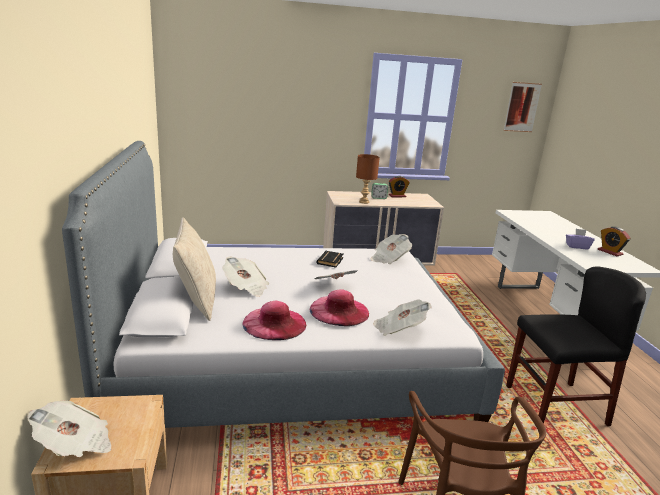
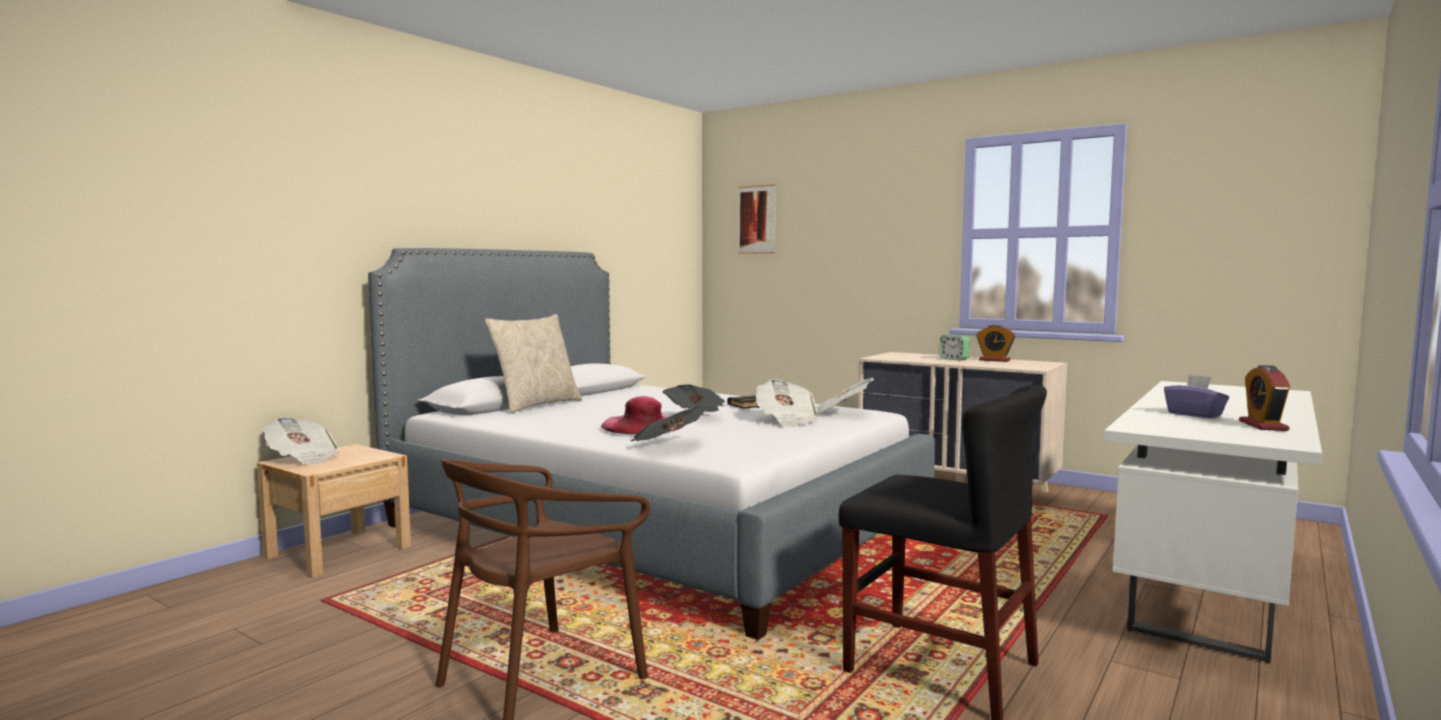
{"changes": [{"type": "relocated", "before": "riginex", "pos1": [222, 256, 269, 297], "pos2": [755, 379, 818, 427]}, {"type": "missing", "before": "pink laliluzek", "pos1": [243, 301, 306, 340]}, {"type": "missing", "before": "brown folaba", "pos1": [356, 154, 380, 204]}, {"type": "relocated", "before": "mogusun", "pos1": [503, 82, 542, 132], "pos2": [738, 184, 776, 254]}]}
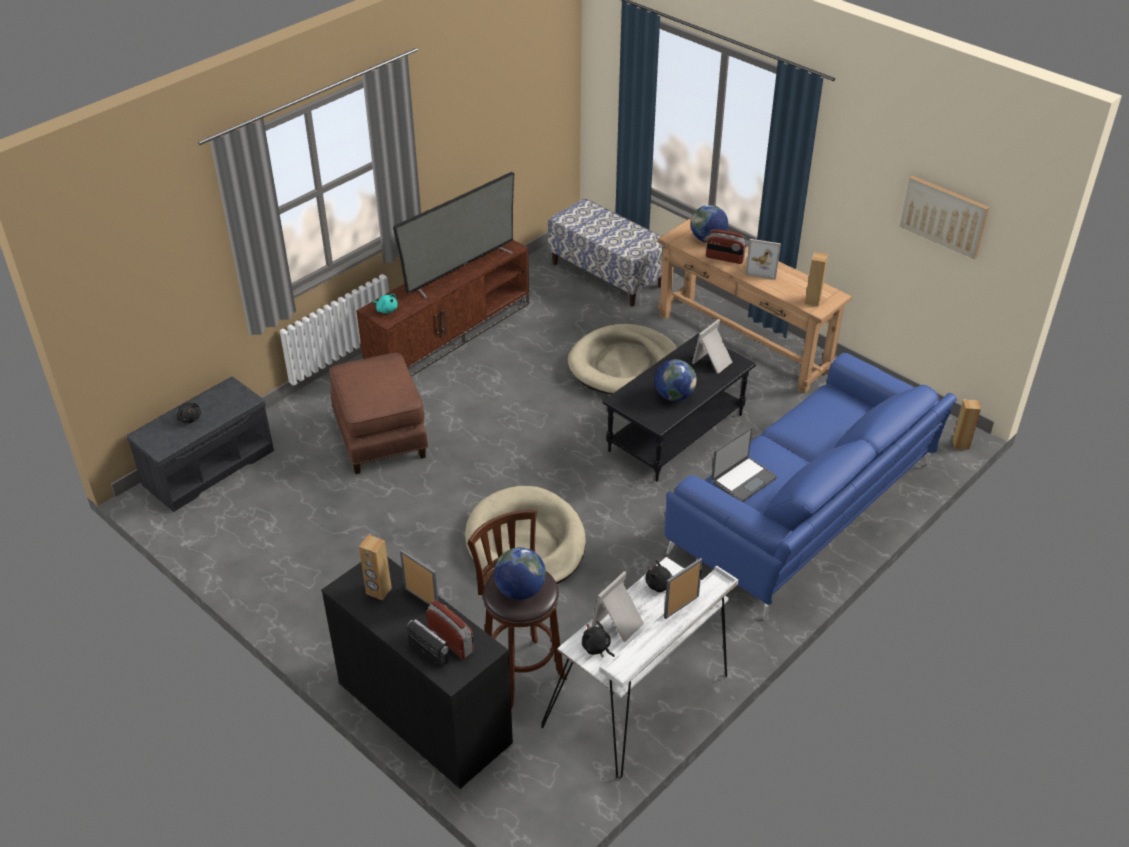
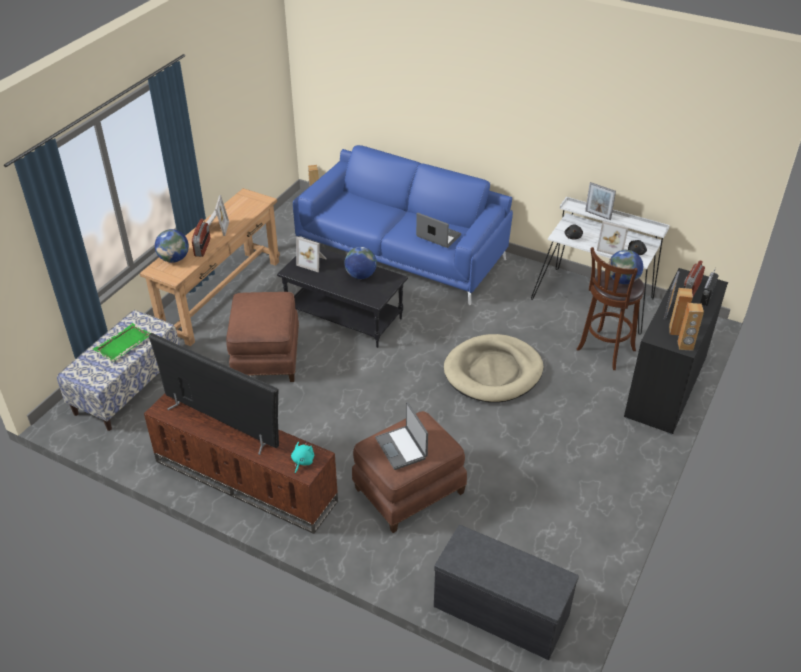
{"changes": [{"type": "missing", "before": "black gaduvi", "pos1": [176, 403, 201, 423]}, {"type": "exchanged", "before": "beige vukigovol", "after": "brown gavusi", "pos1": [568, 324, 677, 395], "pos2": [226, 292, 299, 382]}, {"type": "relocated", "before": "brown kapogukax", "pos1": [805, 252, 828, 306], "pos2": [678, 303, 704, 351]}, {"type": "missing", "before": "mogusun", "pos1": [900, 176, 989, 259]}, {"type": "appeared", "after": "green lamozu", "pos2": [93, 323, 151, 362]}, {"type": "appeared", "after": "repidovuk", "pos2": [375, 402, 428, 470]}]}
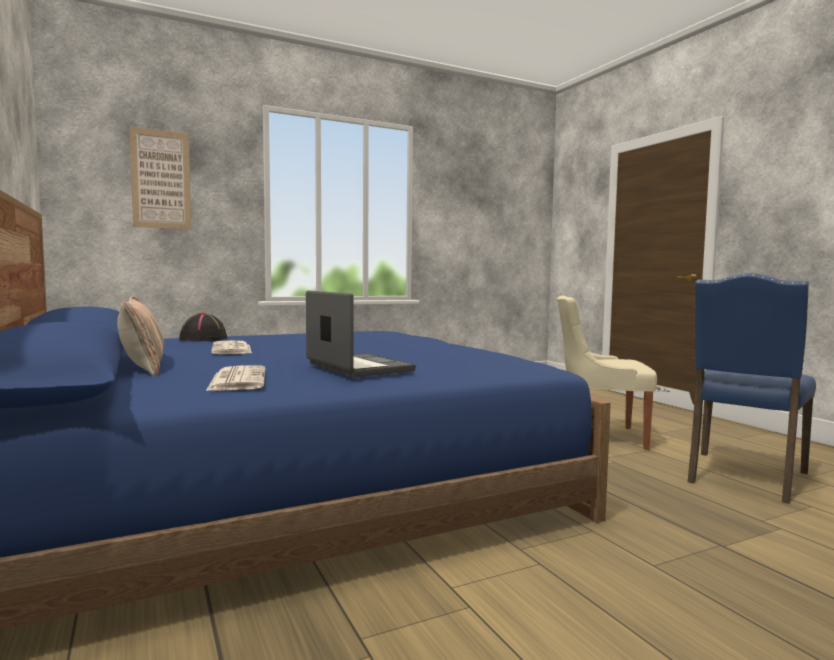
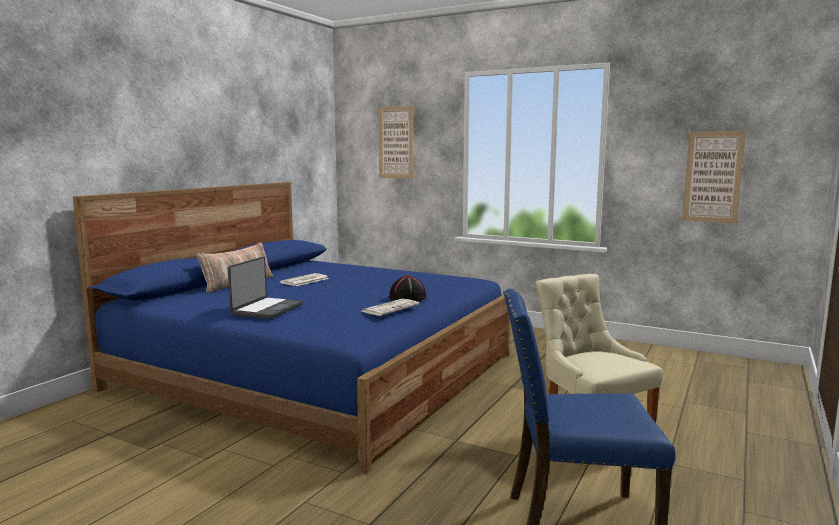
{"changes": [{"type": "relocated", "before": "black laliluzek", "pos1": [179, 313, 227, 341], "pos2": [389, 275, 426, 301]}, {"type": "relocated", "before": "riginex", "pos1": [206, 365, 265, 391], "pos2": [360, 299, 419, 316]}, {"type": "appeared", "after": "mogusun", "pos2": [682, 131, 746, 224]}]}
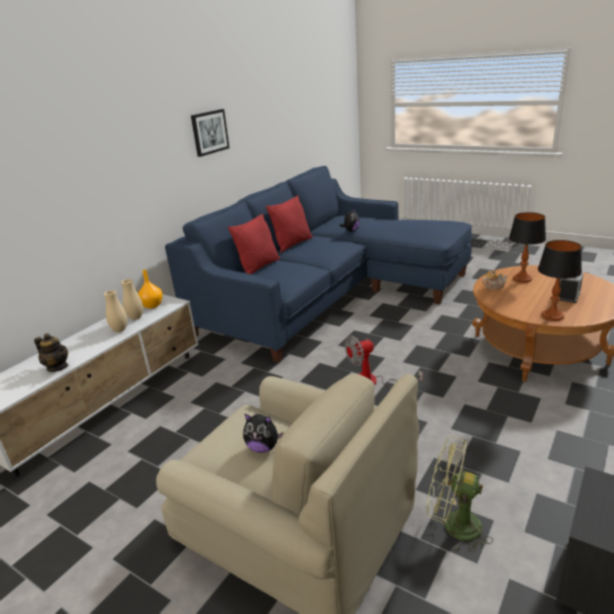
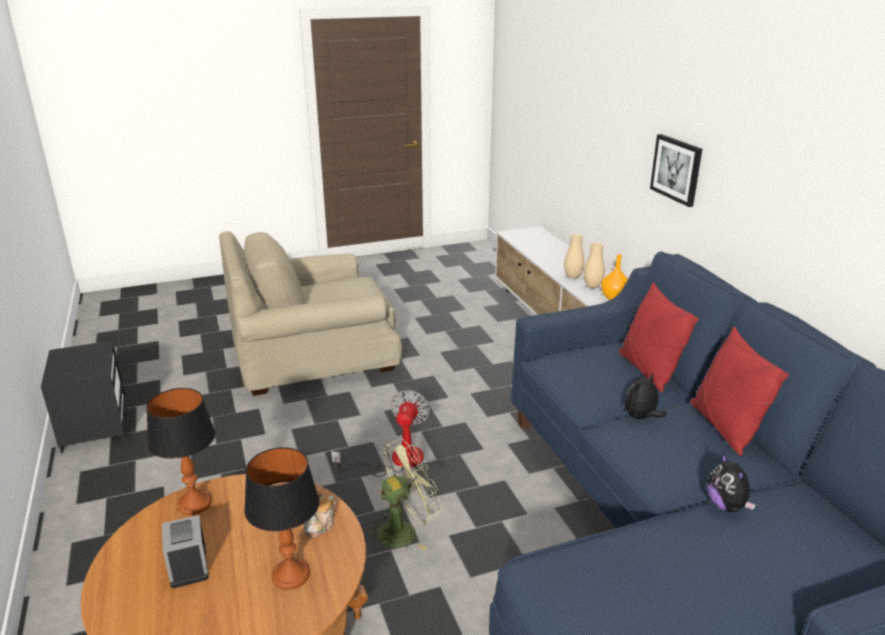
{"changes": [{"type": "missing", "before": "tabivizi", "pos1": [34, 333, 68, 372]}, {"type": "relocated", "before": "mogusun", "pos1": [191, 109, 230, 157], "pos2": [650, 134, 702, 207]}, {"type": "relocated", "before": "gaduvi", "pos1": [243, 413, 283, 453], "pos2": [624, 372, 667, 419]}, {"type": "relocated", "before": "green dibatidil", "pos1": [427, 436, 493, 553], "pos2": [365, 439, 442, 551]}]}
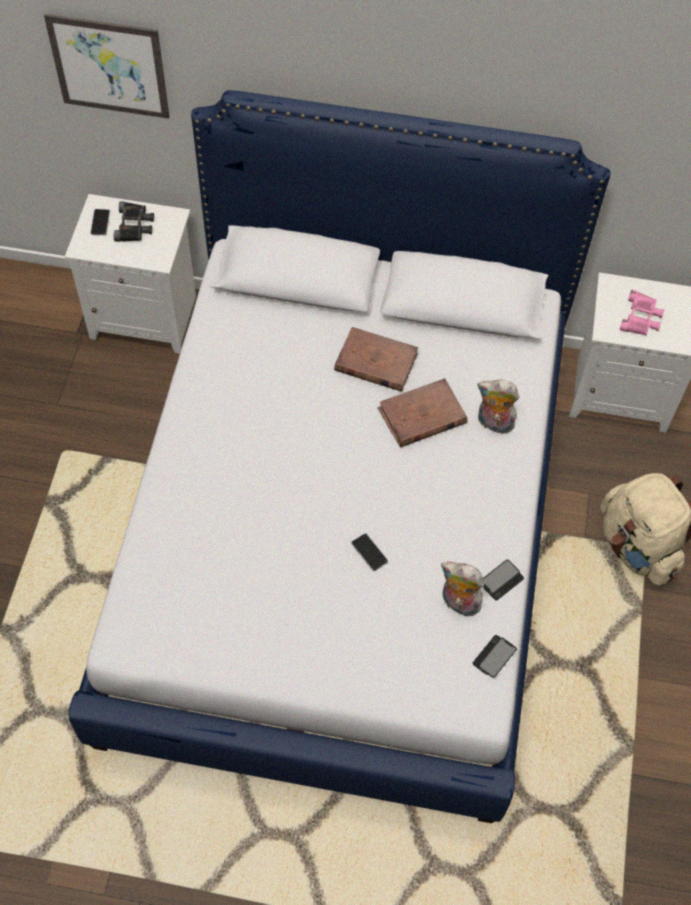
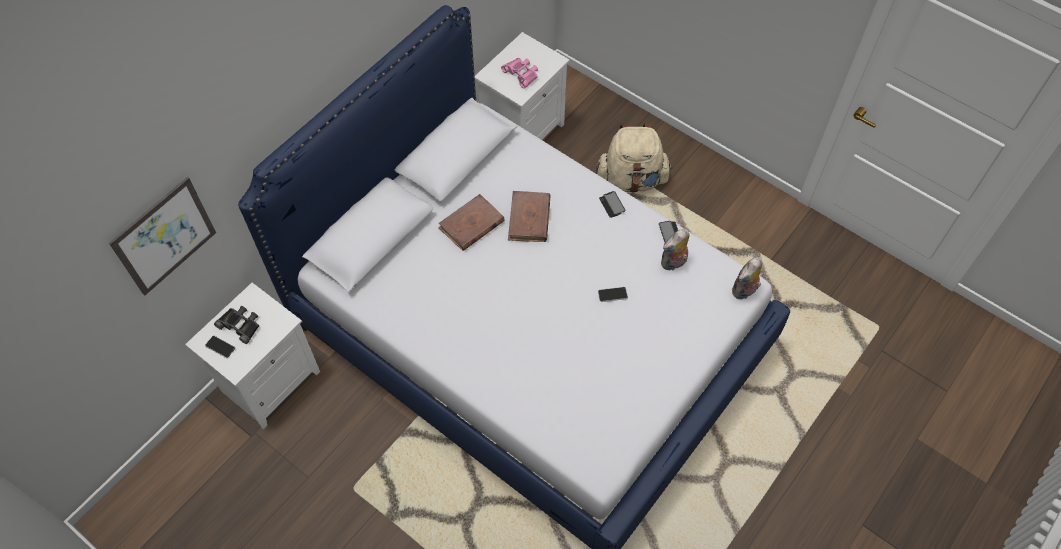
{"changes": [{"type": "relocated", "before": "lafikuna", "pos1": [473, 635, 517, 678], "pos2": [599, 191, 626, 218]}, {"type": "relocated", "before": "gaduvi", "pos1": [477, 379, 519, 434], "pos2": [732, 257, 762, 299]}]}
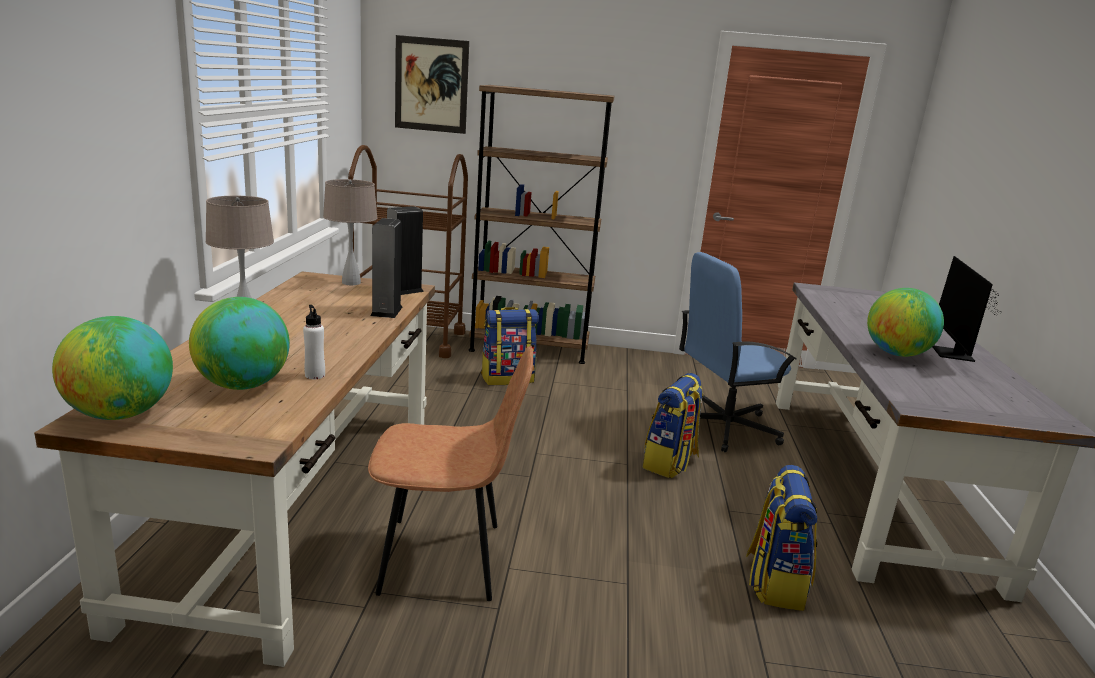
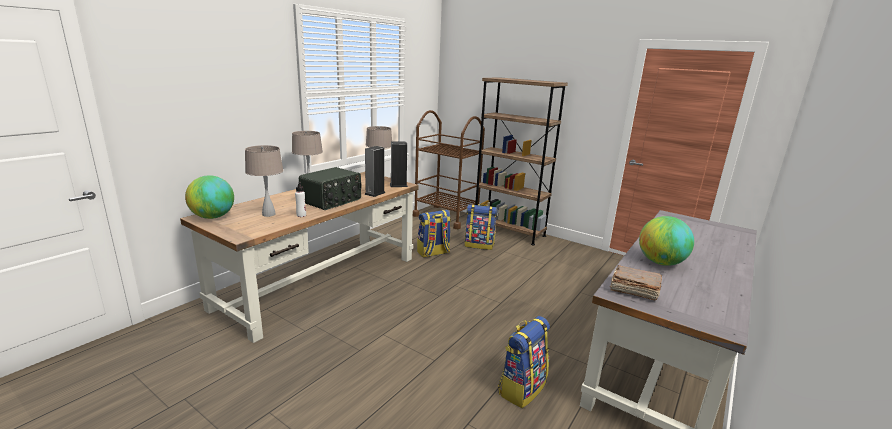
{"changes": [{"type": "exchanged", "before": "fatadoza", "after": "beige folaba", "pos1": [189, 297, 290, 390], "pos2": [245, 145, 283, 217]}, {"type": "missing", "before": "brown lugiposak", "pos1": [368, 345, 533, 601]}, {"type": "missing", "before": "mogusun", "pos1": [395, 35, 469, 134]}, {"type": "relocated", "before": "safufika", "pos1": [642, 373, 704, 478], "pos2": [417, 210, 451, 258]}, {"type": "missing", "before": "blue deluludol", "pos1": [679, 252, 797, 452]}, {"type": "missing", "before": "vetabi", "pos1": [933, 256, 1002, 362]}, {"type": "appeared", "after": "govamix", "pos2": [299, 167, 361, 210]}, {"type": "appeared", "after": "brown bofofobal", "pos2": [610, 265, 662, 300]}]}
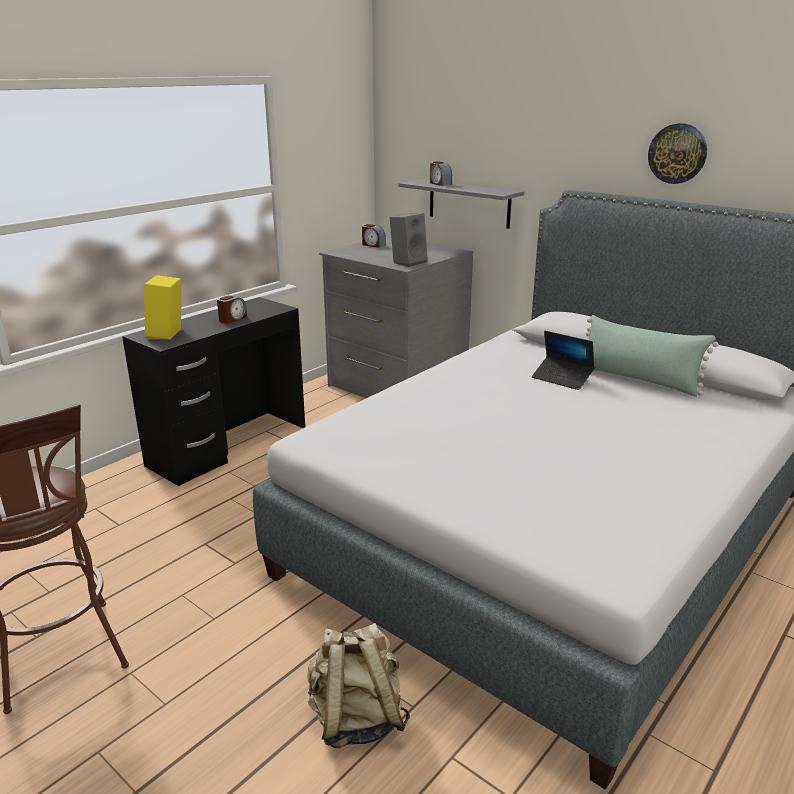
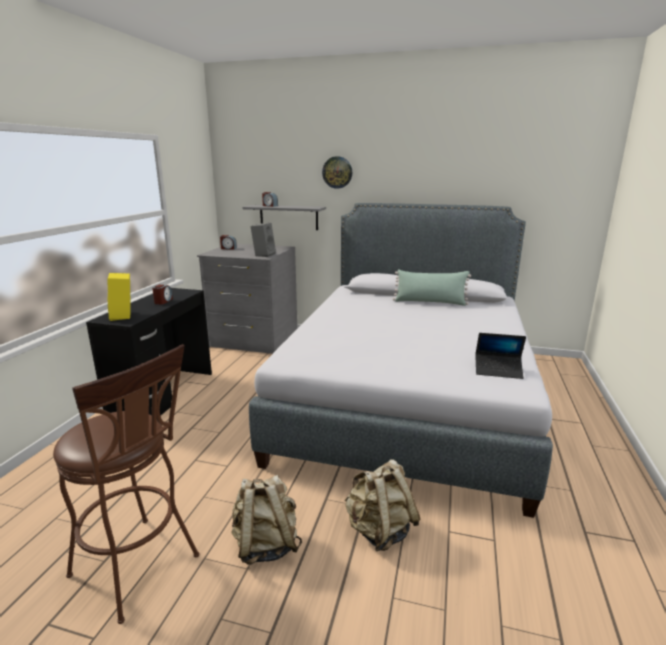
{"changes": [{"type": "relocated", "before": "repidovuk", "pos1": [532, 331, 595, 390], "pos2": [475, 333, 526, 379]}, {"type": "relocated", "before": "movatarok", "pos1": [648, 123, 707, 184], "pos2": [322, 156, 352, 189]}, {"type": "appeared", "after": "beige safufika", "pos2": [231, 475, 302, 564]}]}
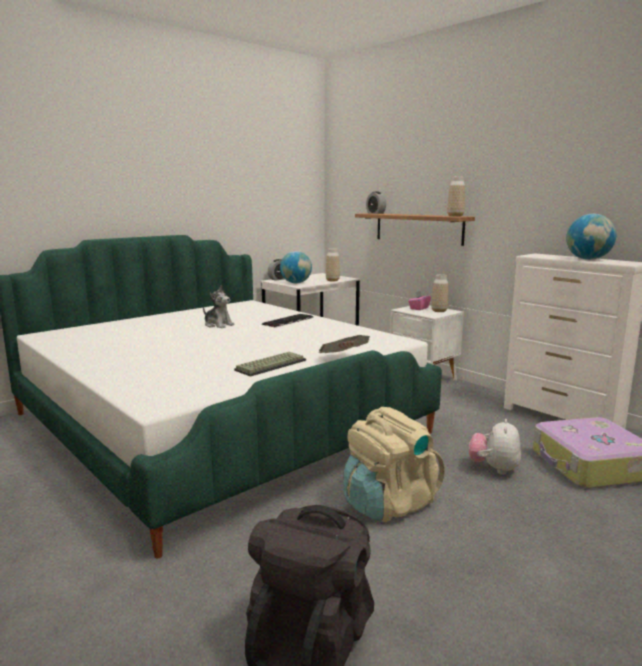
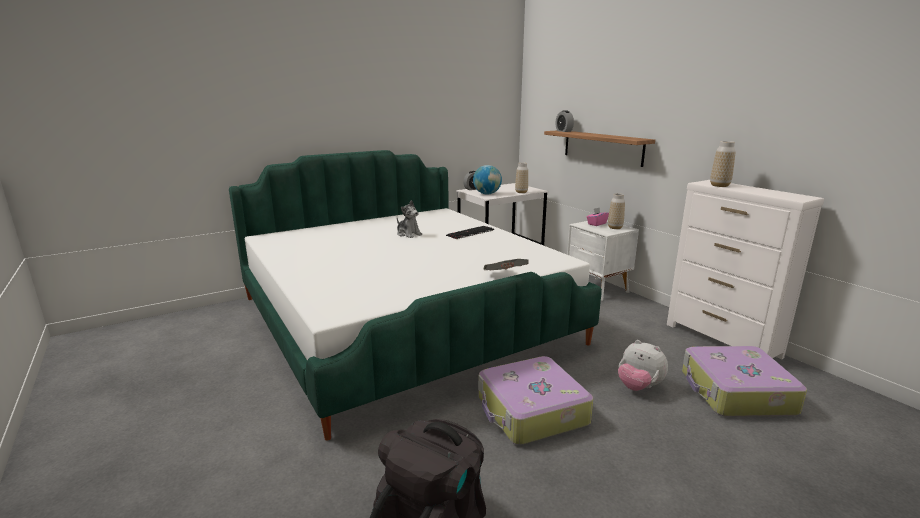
{"changes": [{"type": "missing", "before": "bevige", "pos1": [234, 352, 306, 377]}, {"type": "exchanged", "before": "beige safufika", "after": "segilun", "pos1": [343, 407, 444, 522], "pos2": [478, 356, 593, 445]}, {"type": "relocated", "before": "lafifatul", "pos1": [447, 177, 465, 217], "pos2": [710, 141, 736, 187]}, {"type": "spun", "before": "gaduvi", "pos1": [469, 419, 521, 475], "pos2": [618, 340, 668, 391], "turn": -75}, {"type": "missing", "before": "fatadoza", "pos1": [566, 214, 616, 260]}]}
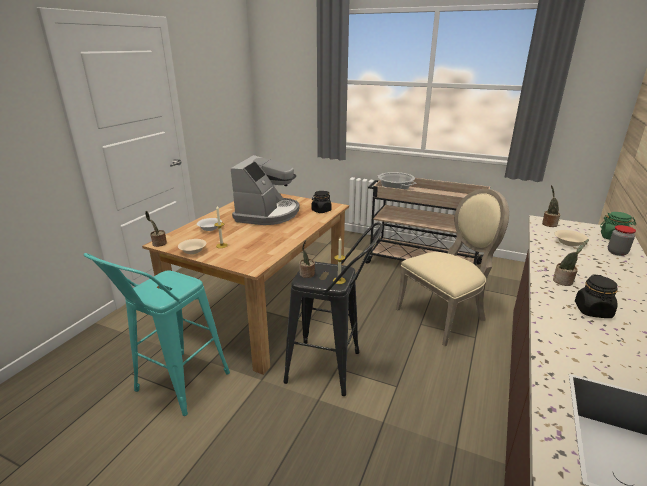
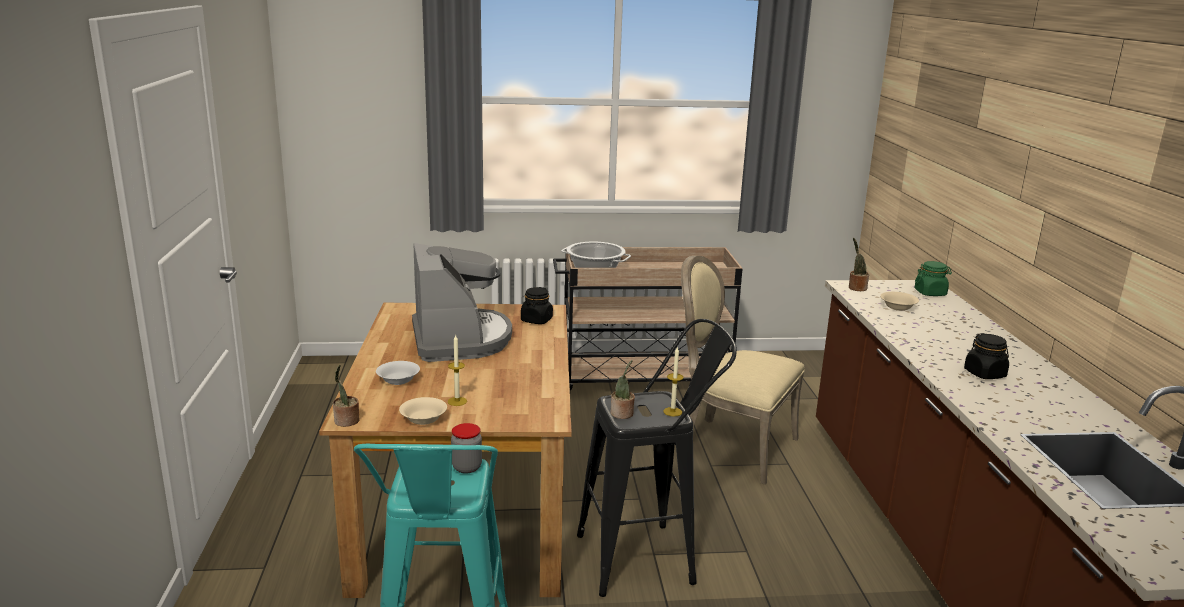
{"changes": [{"type": "spun", "before": "beige lugiposak", "pos1": [396, 189, 509, 346], "pos2": [681, 256, 804, 485], "turn": -90}, {"type": "missing", "before": "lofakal", "pos1": [553, 239, 589, 286]}, {"type": "relocated", "before": "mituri", "pos1": [608, 225, 636, 256], "pos2": [451, 423, 482, 474]}]}
